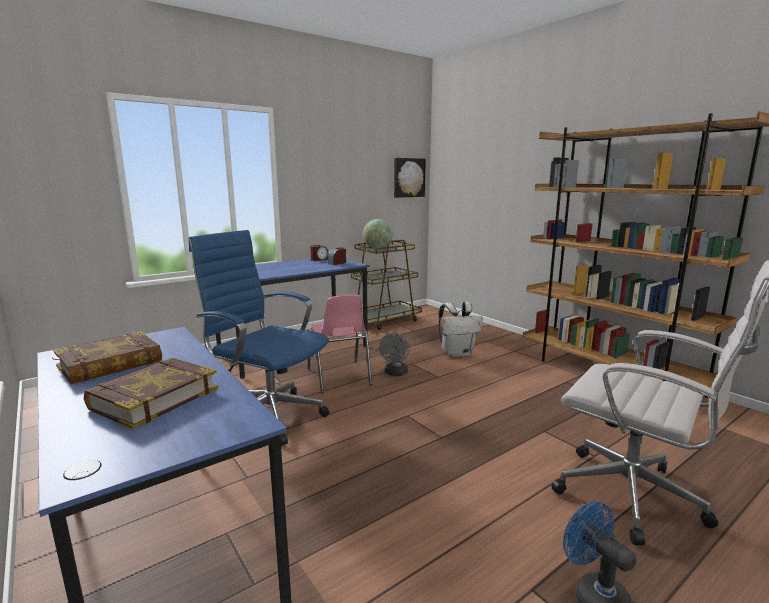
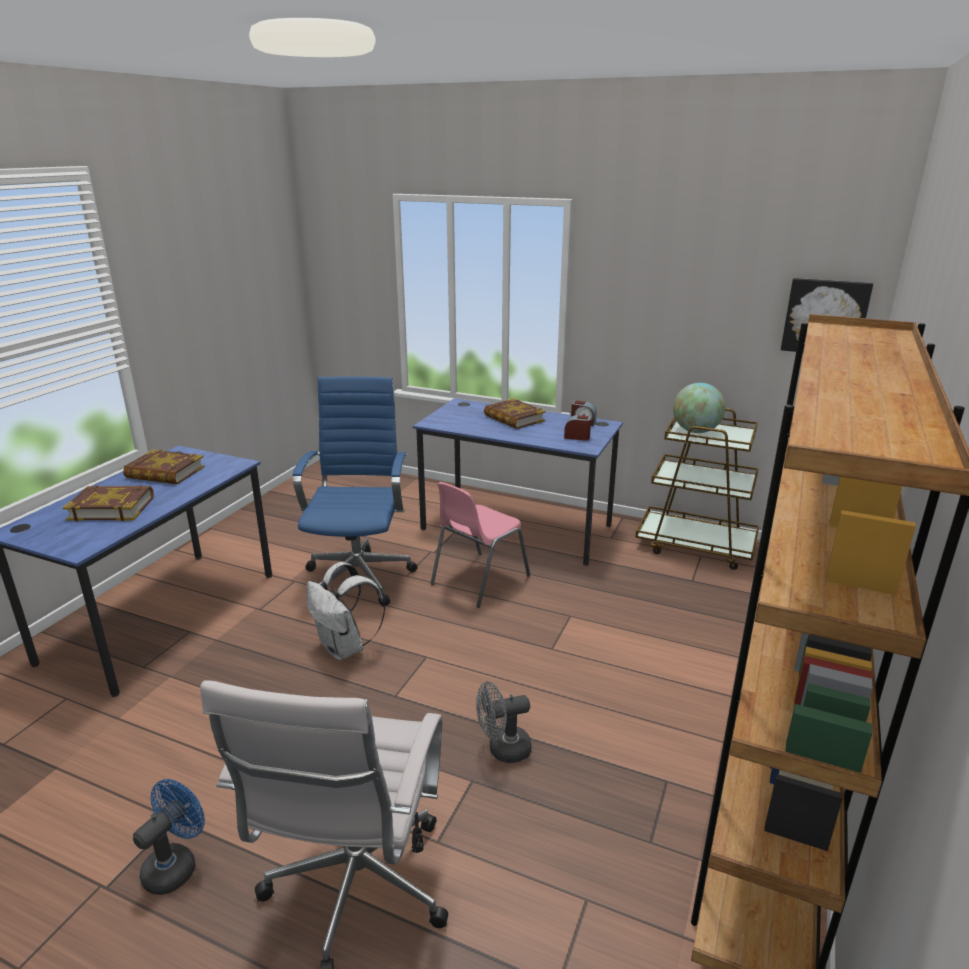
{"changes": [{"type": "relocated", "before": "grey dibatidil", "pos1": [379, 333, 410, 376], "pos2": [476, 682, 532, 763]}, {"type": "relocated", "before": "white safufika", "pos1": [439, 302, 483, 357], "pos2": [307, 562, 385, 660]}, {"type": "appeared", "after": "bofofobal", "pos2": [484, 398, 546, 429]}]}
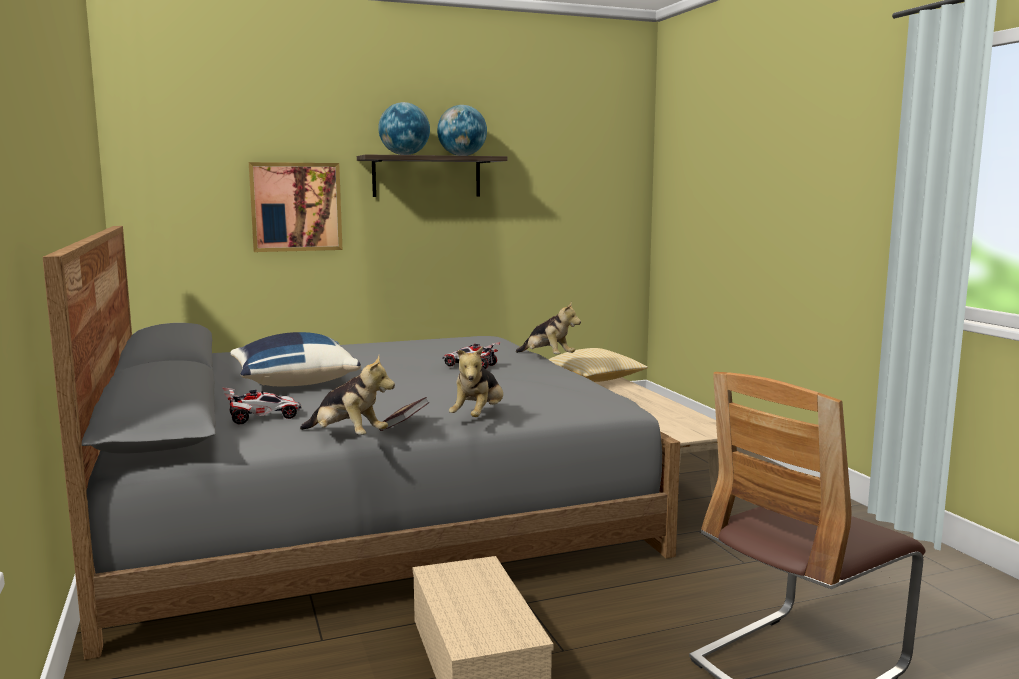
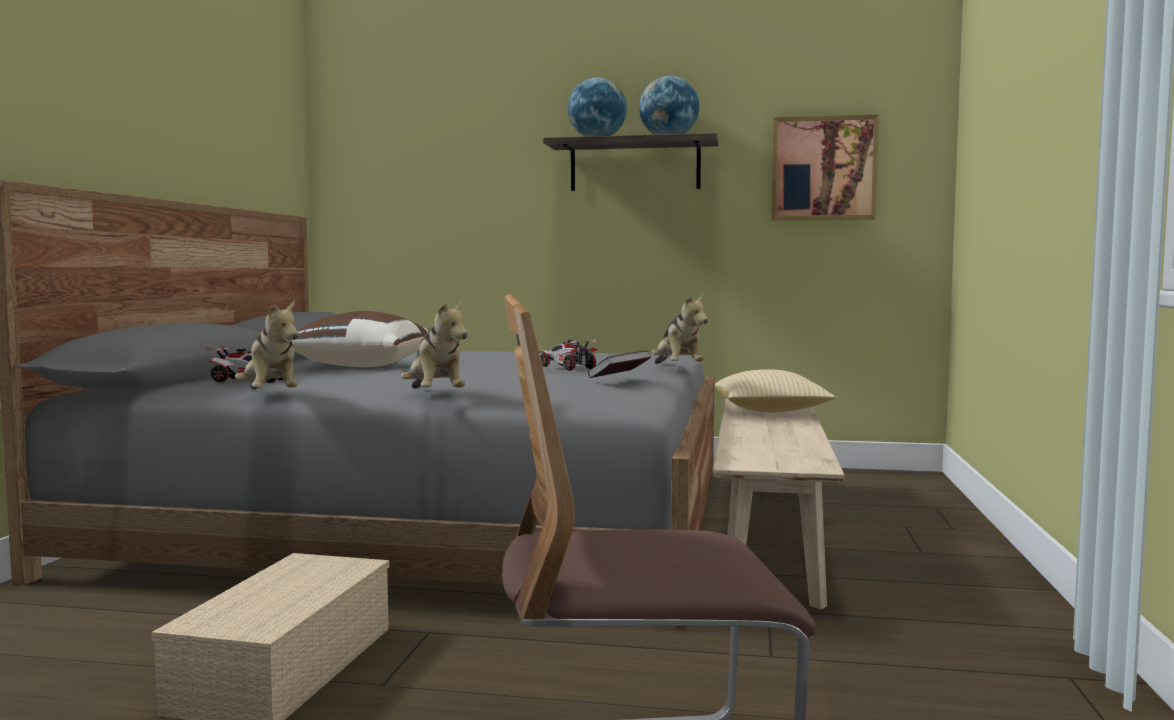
{"changes": [{"type": "colour", "before": "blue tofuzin", "after": "brown tofuzin", "pos1": [230, 332, 361, 386], "pos2": [292, 311, 429, 367]}, {"type": "relocated", "before": "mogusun", "pos1": [249, 162, 342, 252], "pos2": [771, 114, 879, 220]}, {"type": "relocated", "before": "bofofobal", "pos1": [379, 397, 429, 431], "pos2": [588, 350, 651, 378]}, {"type": "spun", "before": "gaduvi", "pos1": [449, 346, 503, 417], "pos2": [401, 299, 468, 389], "turn": -75}]}
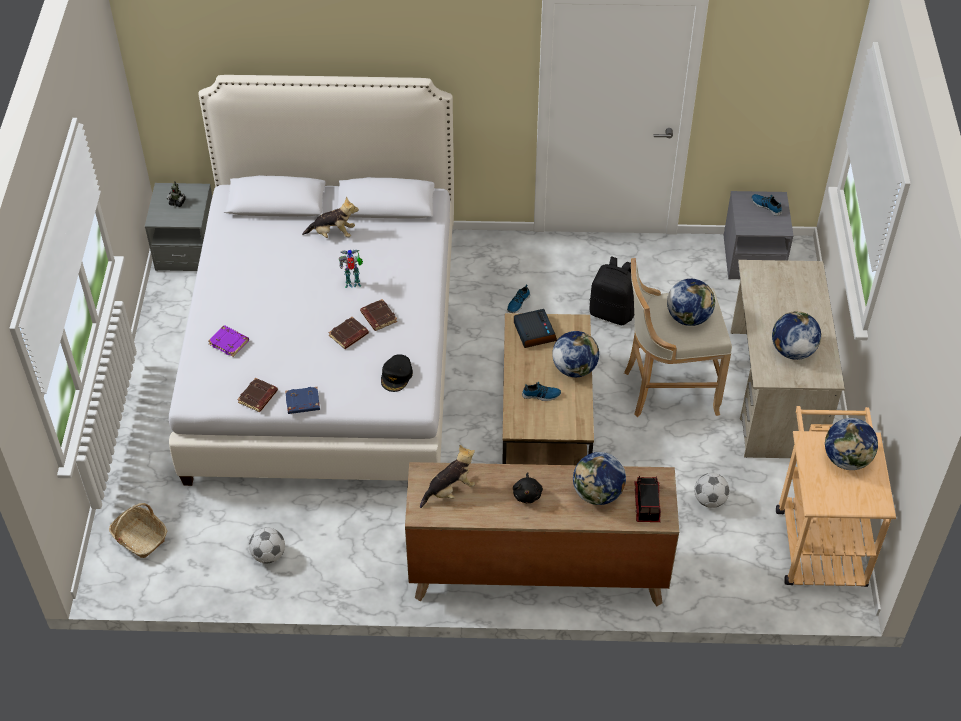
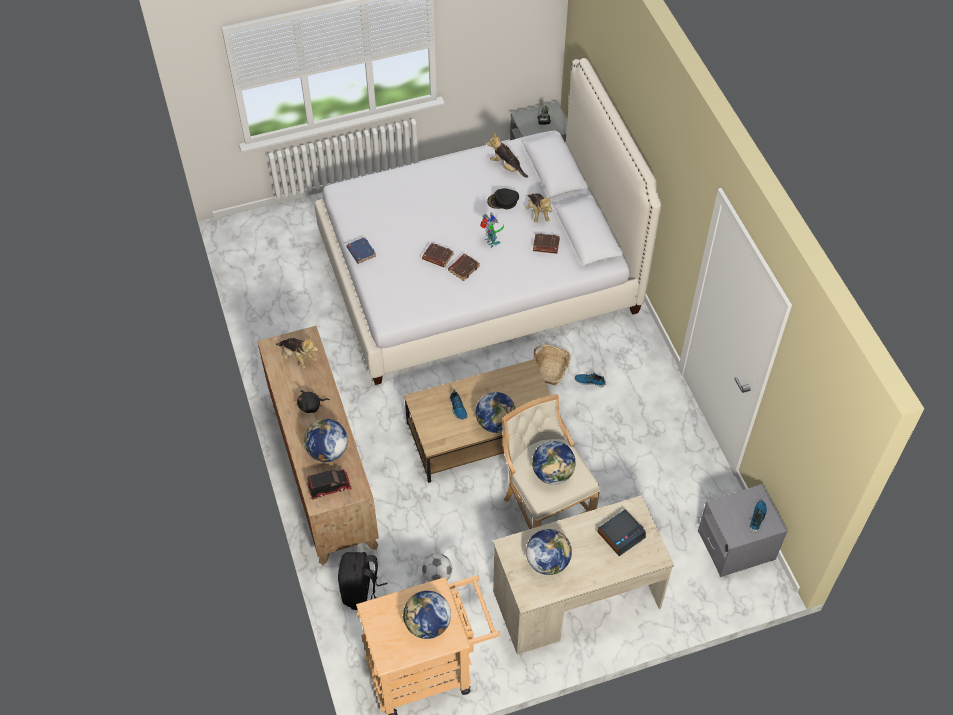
{"changes": [{"type": "relocated", "before": "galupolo", "pos1": [109, 503, 168, 558], "pos2": [533, 344, 571, 386]}, {"type": "missing", "before": "purple bofofobal", "pos1": [208, 325, 249, 357]}, {"type": "relocated", "before": "brown bofofobal", "pos1": [237, 378, 278, 412], "pos2": [533, 233, 560, 254]}, {"type": "missing", "before": "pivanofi", "pos1": [249, 527, 285, 563]}, {"type": "relocated", "before": "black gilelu", "pos1": [381, 354, 413, 392], "pos2": [487, 188, 519, 209]}, {"type": "relocated", "before": "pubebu", "pos1": [514, 309, 557, 348], "pos2": [598, 509, 646, 556]}, {"type": "relocated", "before": "black safufika", "pos1": [589, 257, 634, 325], "pos2": [338, 552, 388, 610]}, {"type": "appeared", "after": "gaduvi", "pos2": [487, 133, 528, 178]}]}
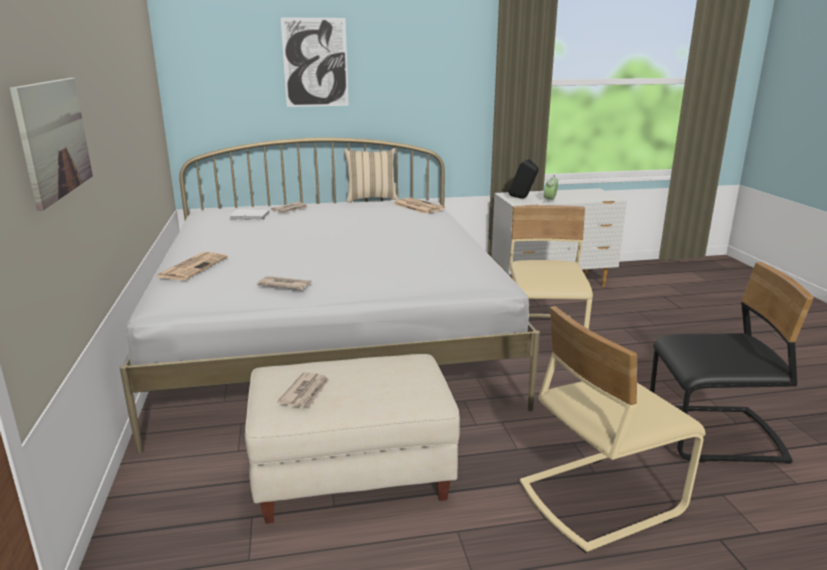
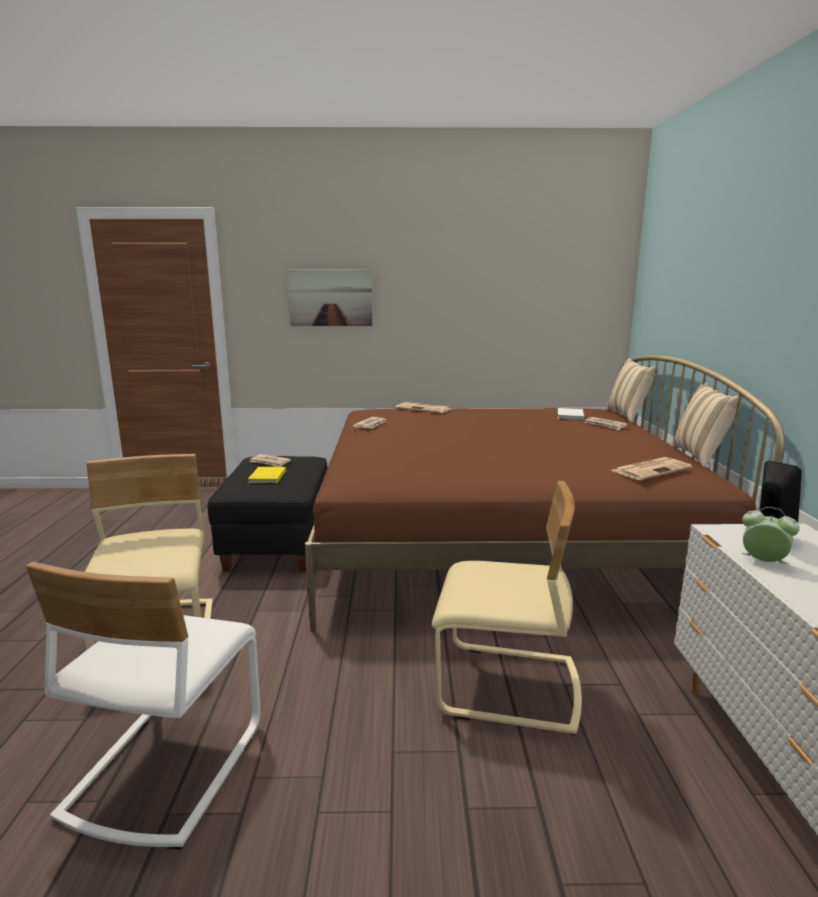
{"changes": [{"type": "colour", "before": "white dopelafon", "after": "brown dopelafon", "pos1": [120, 138, 540, 453], "pos2": [305, 355, 785, 632]}, {"type": "colour", "before": "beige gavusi", "after": "black gavusi", "pos1": [245, 354, 460, 524], "pos2": [207, 456, 327, 572]}, {"type": "missing", "before": "mogusun", "pos1": [281, 18, 349, 107]}, {"type": "colour", "before": "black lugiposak", "after": "white lugiposak", "pos1": [650, 262, 814, 464], "pos2": [26, 562, 261, 849]}, {"type": "appeared", "after": "yellow bofofobal", "pos2": [248, 467, 286, 484]}, {"type": "appeared", "after": "beige tofuzin", "pos2": [606, 359, 656, 423]}]}
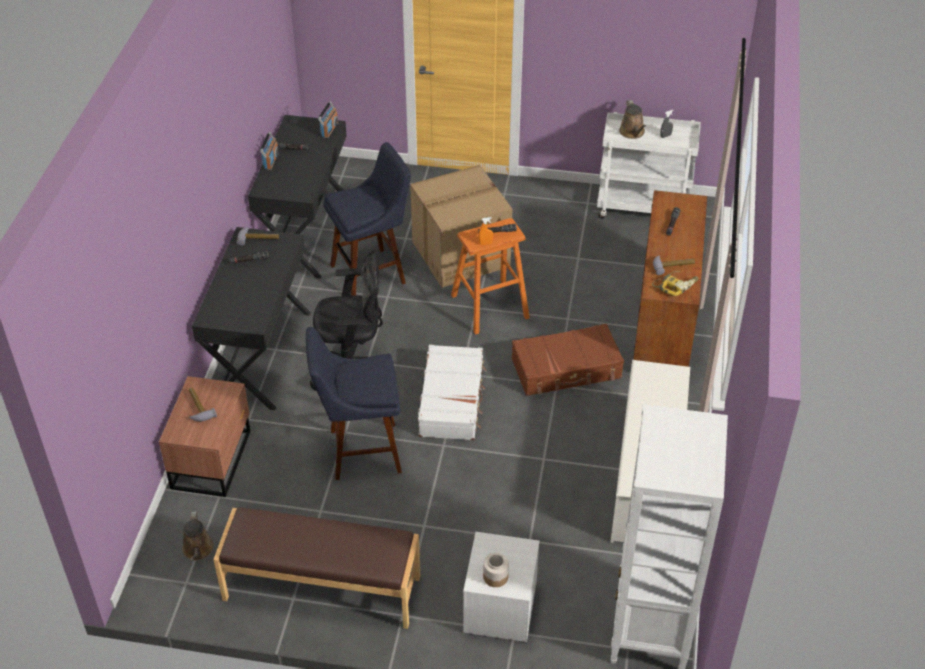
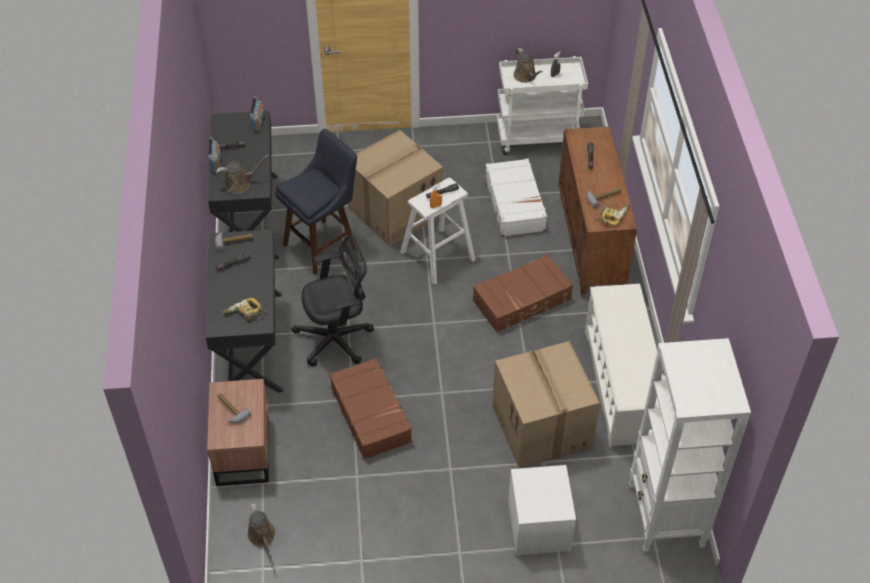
{"changes": [{"type": "missing", "before": "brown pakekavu", "pos1": [213, 507, 420, 629]}, {"type": "exchanged", "before": "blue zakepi", "after": "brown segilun", "pos1": [306, 327, 402, 480], "pos2": [329, 358, 412, 460]}, {"type": "relocated", "before": "white segilun", "pos1": [418, 344, 487, 441], "pos2": [485, 159, 548, 237]}, {"type": "colour", "before": "orange zakepi", "after": "white zakepi", "pos1": [451, 218, 530, 335], "pos2": [400, 178, 475, 285]}, {"type": "missing", "before": "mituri", "pos1": [483, 553, 509, 587]}, {"type": "appeared", "after": "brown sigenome", "pos2": [216, 154, 269, 193]}, {"type": "appeared", "after": "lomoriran", "pos2": [222, 298, 268, 322]}, {"type": "appeared", "after": "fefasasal", "pos2": [492, 341, 600, 468]}]}
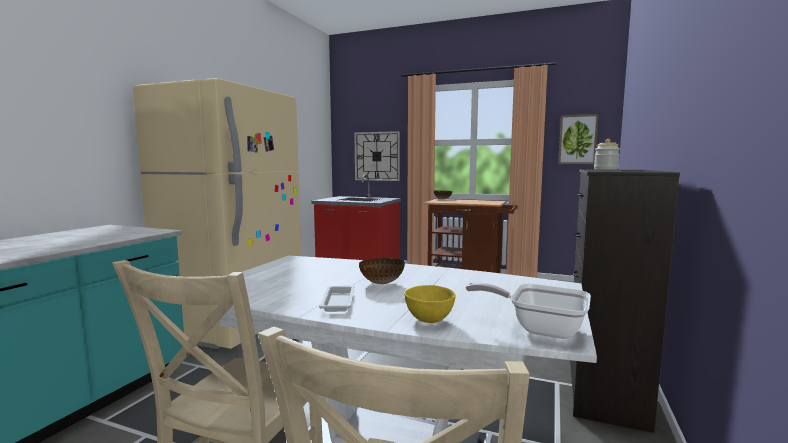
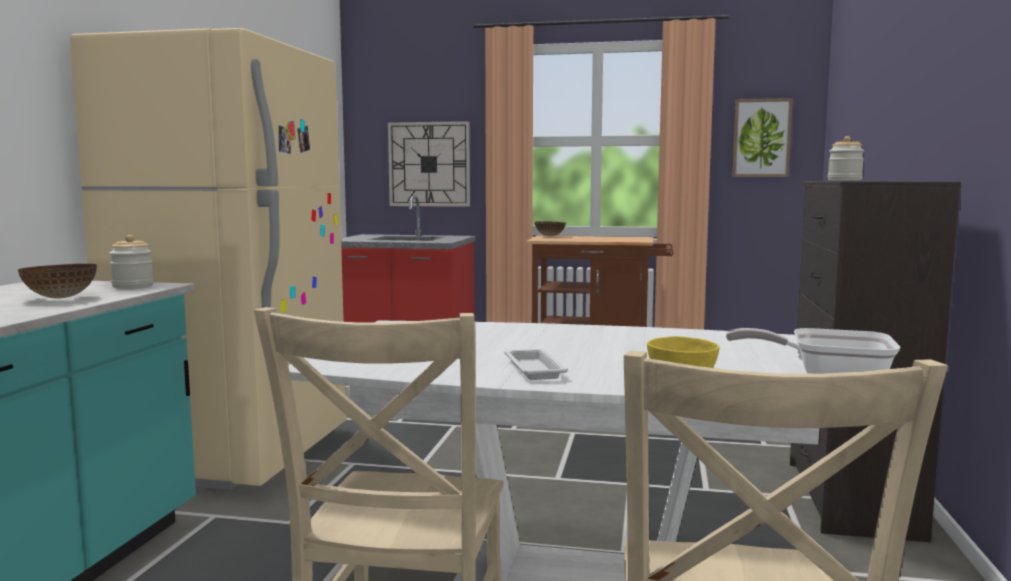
{"changes": [{"type": "relocated", "before": "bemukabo", "pos1": [359, 258, 405, 284], "pos2": [18, 264, 97, 299]}, {"type": "appeared", "after": "mituri", "pos2": [109, 235, 154, 289]}]}
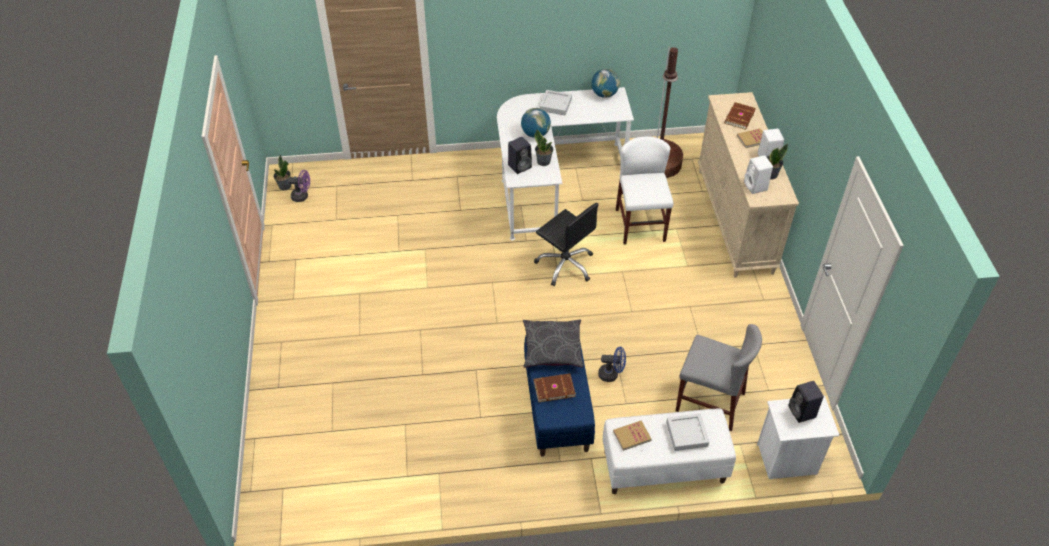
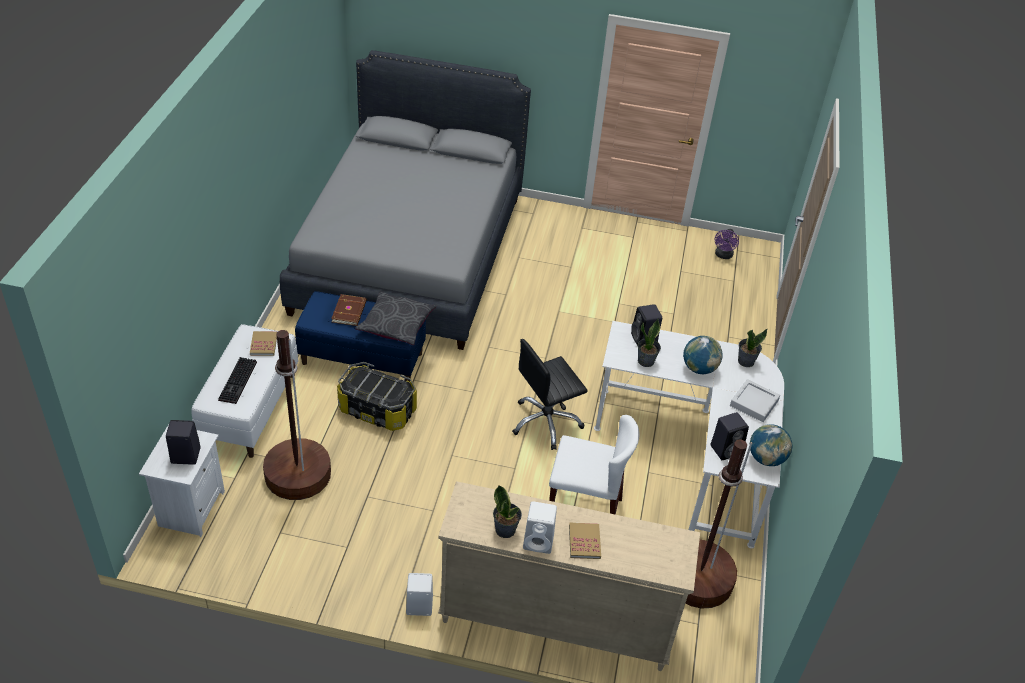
{"changes": [{"type": "relocated", "before": "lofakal", "pos1": [273, 155, 291, 190], "pos2": [738, 329, 767, 367]}, {"type": "exchanged", "before": "blue dibatidil", "after": "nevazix", "pos1": [598, 347, 626, 382], "pos2": [337, 362, 417, 431]}, {"type": "exchanged", "before": "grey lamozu", "after": "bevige", "pos1": [666, 414, 709, 451], "pos2": [218, 357, 257, 404]}, {"type": "exchanged", "before": "grey lugiposak", "after": "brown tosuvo", "pos1": [676, 324, 762, 431], "pos2": [263, 330, 331, 500]}, {"type": "missing", "before": "brown bofofobal", "pos1": [724, 102, 756, 130]}, {"type": "relocated", "before": "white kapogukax", "pos1": [744, 155, 773, 194], "pos2": [406, 573, 433, 616]}, {"type": "appeared", "after": "grey dopelafon", "pos2": [280, 50, 531, 350]}, {"type": "appeared", "after": "black kapogukax", "pos2": [710, 412, 749, 460]}]}
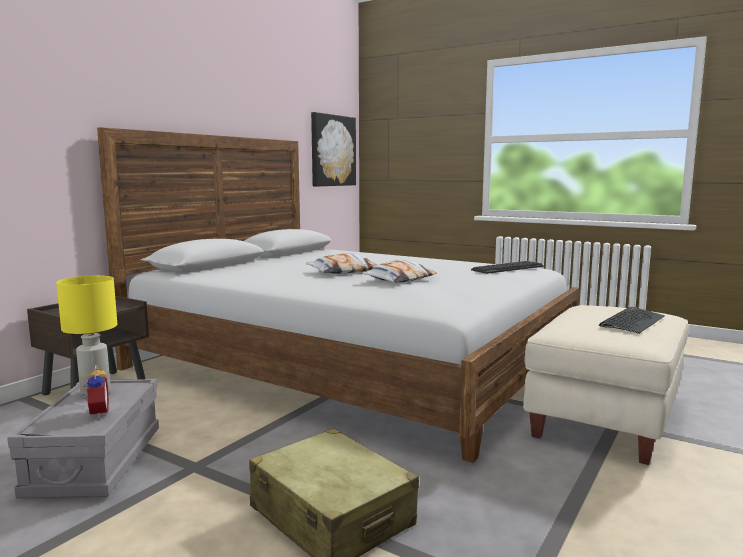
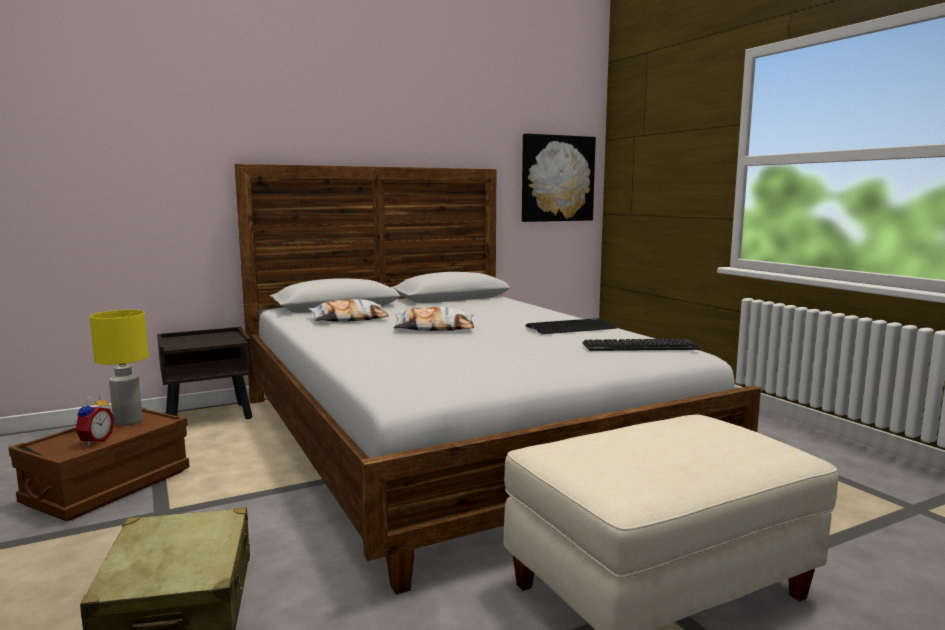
{"changes": [{"type": "colour", "before": "grey nevazix", "after": "brown nevazix", "pos1": [7, 379, 159, 500], "pos2": [8, 407, 189, 521]}, {"type": "relocated", "before": "tofuzin", "pos1": [362, 260, 437, 283], "pos2": [308, 299, 389, 322]}, {"type": "relocated", "before": "bevige", "pos1": [599, 307, 665, 334], "pos2": [526, 318, 617, 334]}]}
